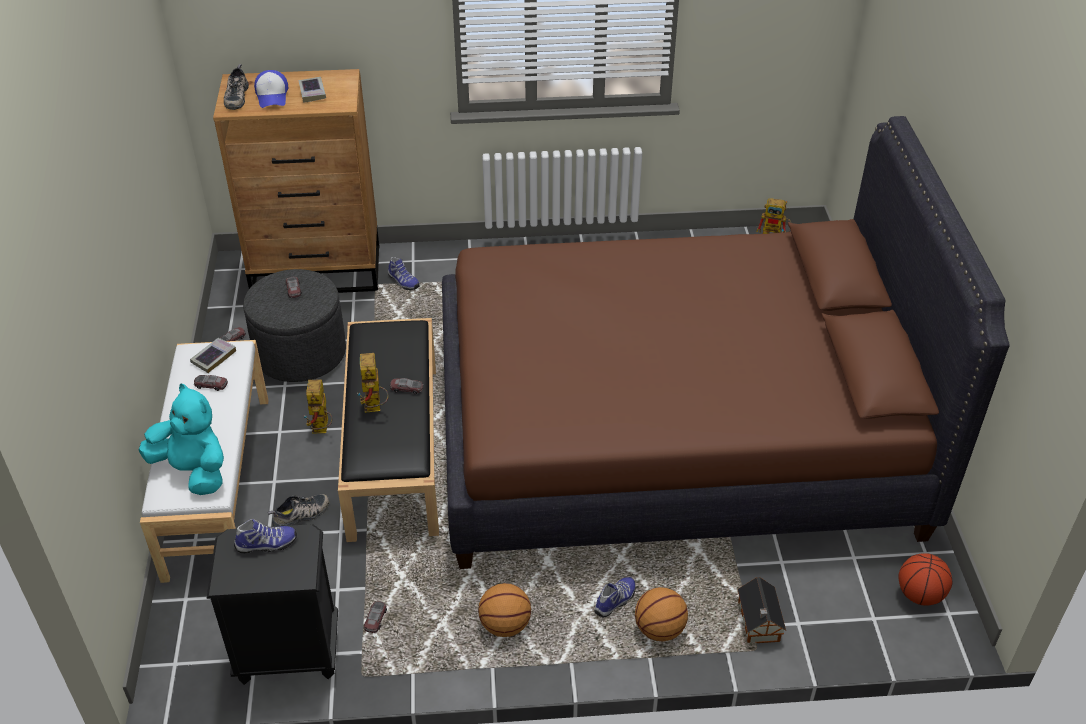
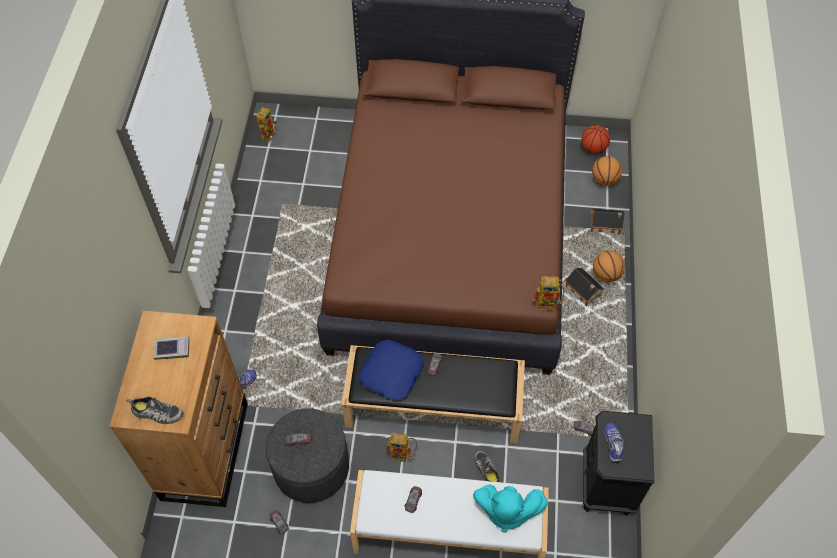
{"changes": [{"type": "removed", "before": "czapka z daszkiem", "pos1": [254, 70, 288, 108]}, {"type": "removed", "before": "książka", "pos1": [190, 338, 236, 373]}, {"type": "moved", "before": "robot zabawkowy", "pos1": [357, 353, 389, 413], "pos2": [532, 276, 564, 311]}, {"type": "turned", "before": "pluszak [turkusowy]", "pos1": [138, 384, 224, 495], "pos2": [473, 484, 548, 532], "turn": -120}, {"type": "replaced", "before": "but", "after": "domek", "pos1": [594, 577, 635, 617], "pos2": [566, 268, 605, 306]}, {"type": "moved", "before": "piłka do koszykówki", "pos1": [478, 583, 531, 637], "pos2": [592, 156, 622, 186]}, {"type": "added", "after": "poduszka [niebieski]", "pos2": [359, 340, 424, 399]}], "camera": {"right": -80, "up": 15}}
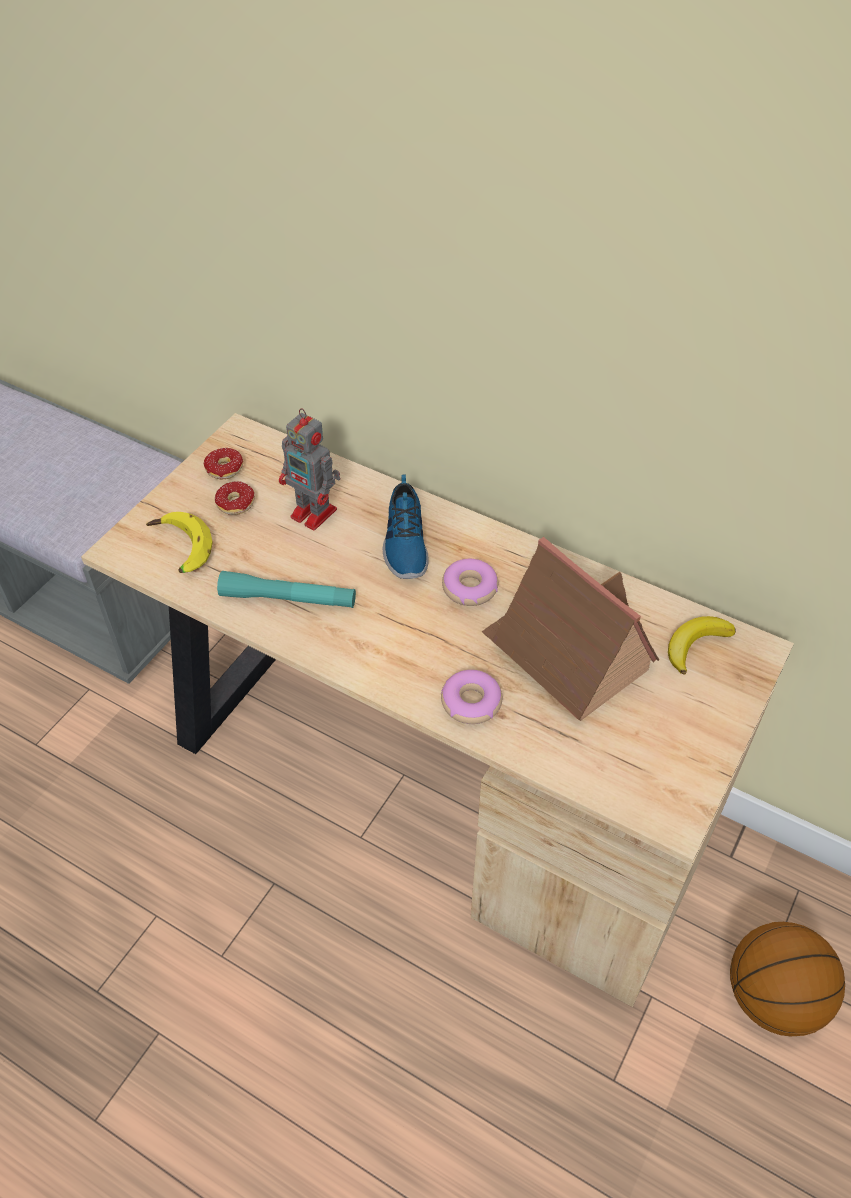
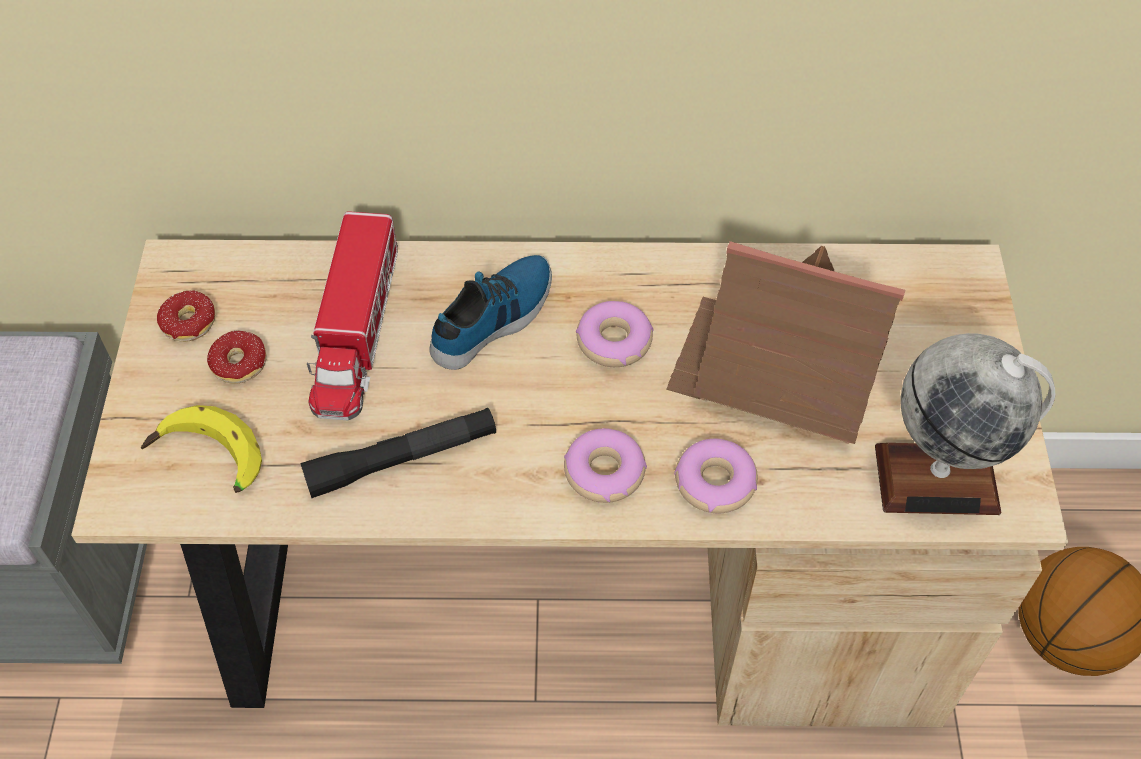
{"changes": [{"type": "replaced", "before": "robot zabawkowy", "after": "ciężarówka zabawkowa", "pos1": [279, 408, 340, 530], "pos2": [307, 211, 398, 420]}, {"type": "turned", "before": "but", "pos1": [383, 474, 429, 579], "pos2": [429, 255, 552, 370], "turn": -105}, {"type": "recoloured", "before": "latarka [turkusowy]", "after": "latarka [czarny]", "pos1": [217, 571, 356, 608], "pos2": [300, 408, 496, 498]}, {"type": "removed", "before": "banan", "pos1": [668, 616, 736, 675]}, {"type": "added", "after": "globus", "pos2": [875, 333, 1055, 515]}, {"type": "added", "after": "donut", "pos2": [564, 428, 647, 503]}], "camera": {"right": -30, "up": 5}}
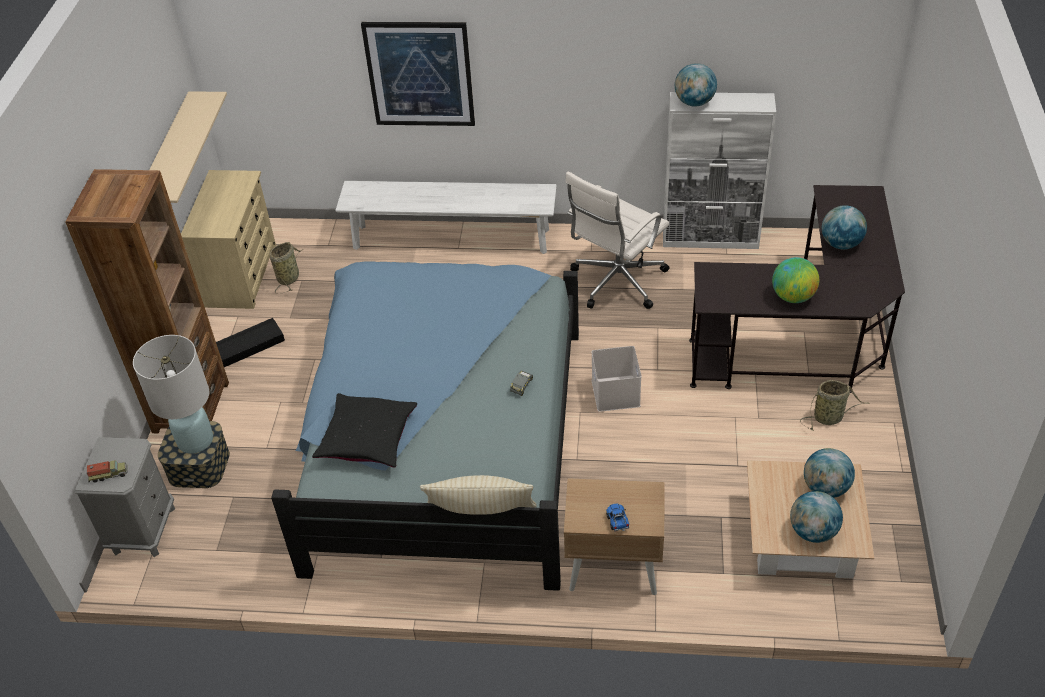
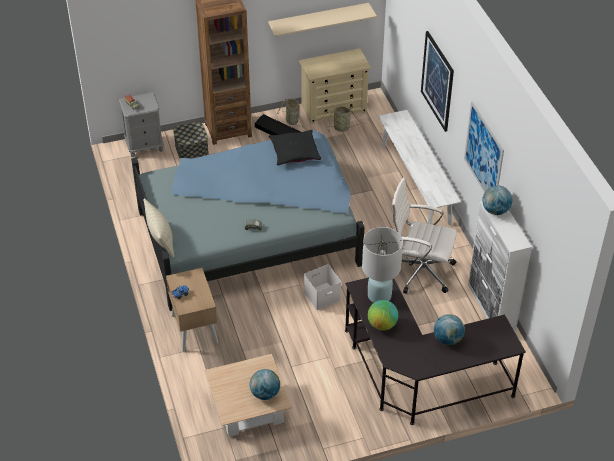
{"changes": [{"type": "moved", "before": "lampa stołowa [biały]", "pos1": [133, 335, 213, 454], "pos2": [362, 227, 403, 303]}, {"type": "moved", "before": "koszyk", "pos1": [800, 380, 870, 431], "pos2": [276, 98, 306, 130]}, {"type": "moved", "before": "poduszka [czarny]", "pos1": [312, 393, 417, 468], "pos2": [269, 130, 321, 166]}, {"type": "removed", "before": "globus", "pos1": [790, 491, 843, 543]}, {"type": "added", "after": "obraz", "pos2": [464, 101, 504, 193]}], "camera": {"right": 65, "up": 0}}
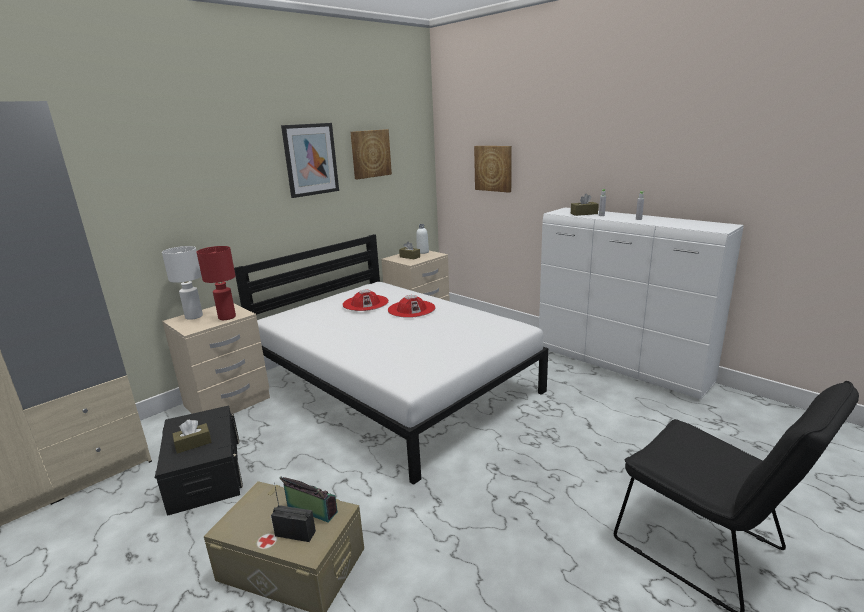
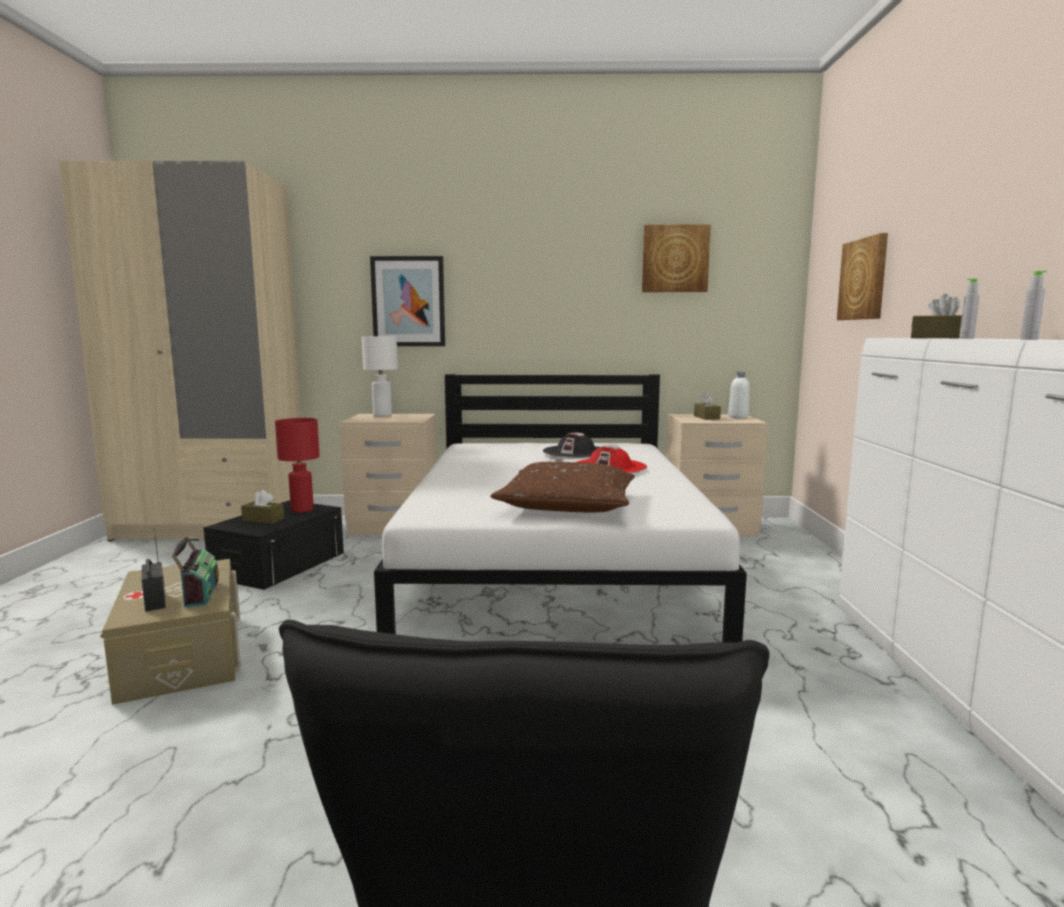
{"changes": [{"type": "moved", "before": "obraz", "pos1": [281, 123, 339, 198], "pos2": [370, 256, 445, 346]}, {"type": "moved", "before": "lampa stołowa [czerwony]", "pos1": [197, 246, 236, 320], "pos2": [275, 418, 320, 513]}, {"type": "recoloured", "before": "kapelusz [czerwony]", "after": "kapelusz [czarny]", "pos1": [342, 290, 389, 311], "pos2": [543, 433, 601, 458]}, {"type": "added", "after": "poduszka [brązowy]", "pos2": [490, 462, 635, 512]}], "camera": {"right": 45, "up": -10}}
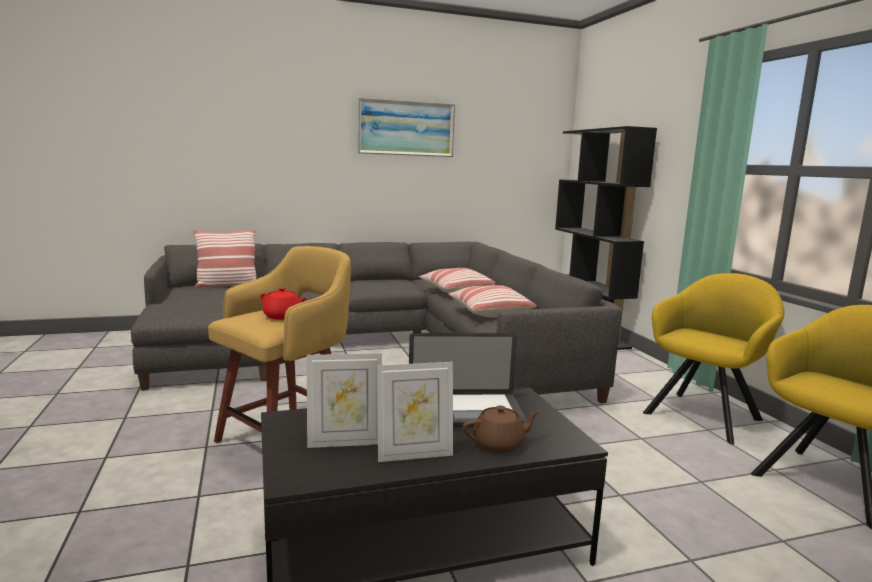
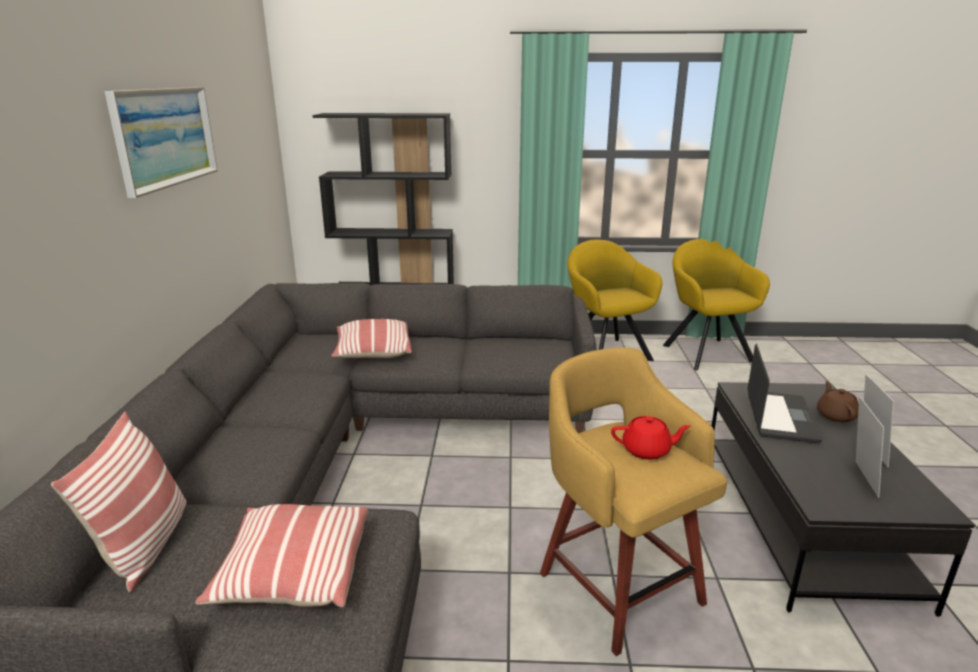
{"changes": [{"type": "moved", "before": "poduszka", "pos1": [448, 285, 537, 318], "pos2": [195, 504, 368, 607]}, {"type": "turned", "before": "imbryk [czerwony]", "pos1": [260, 287, 308, 320], "pos2": [611, 416, 691, 460], "turn": 45}], "camera": {"right": -70, "up": 10}}
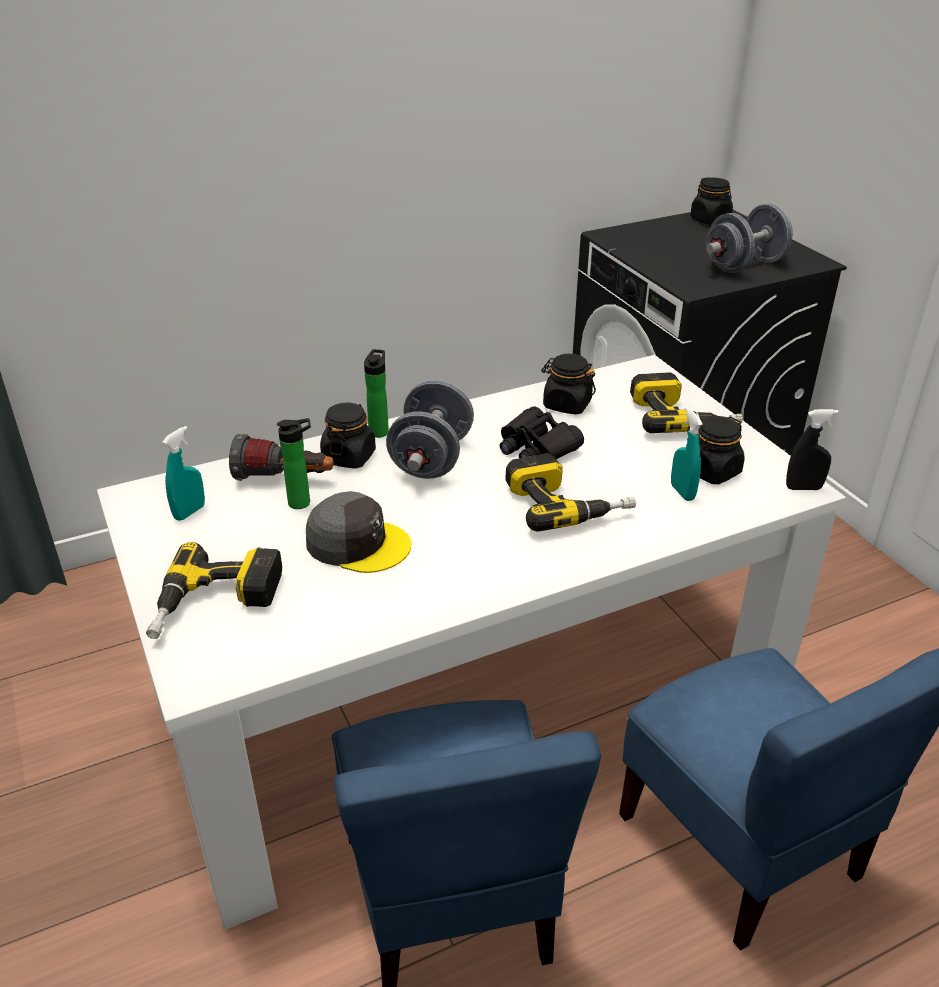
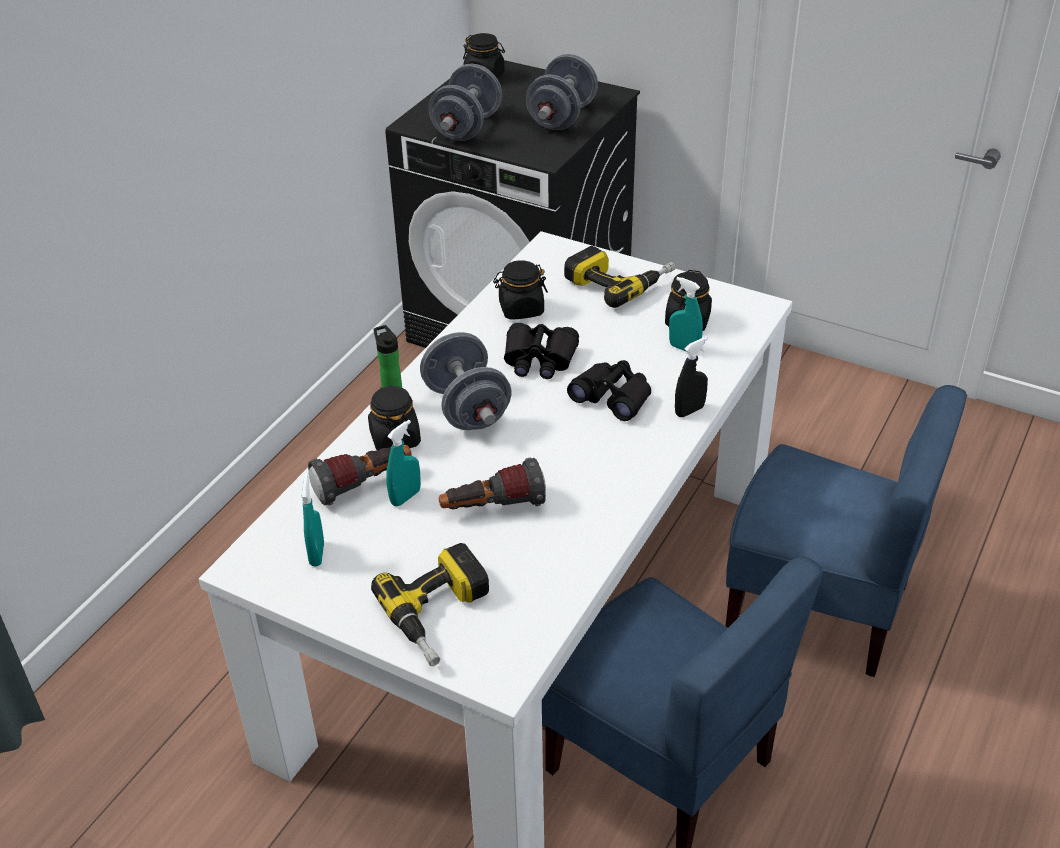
{"changes": [{"type": "moved", "before": "spryskiwacz [czarny]", "pos1": [786, 409, 839, 490], "pos2": [675, 337, 708, 417]}, {"type": "replaced", "before": "butelka", "after": "spryskiwacz [turkusowy]", "pos1": [277, 418, 311, 509], "pos2": [386, 420, 421, 506]}, {"type": "replaced", "before": "wiertarka", "after": "lornetka [czarny]", "pos1": [505, 453, 636, 532], "pos2": [567, 360, 651, 421]}, {"type": "replaced", "before": "czapka z daszkiem [szary]", "after": "latarka", "pos1": [306, 491, 411, 573], "pos2": [439, 458, 546, 509]}, {"type": "added", "after": "hantel [szary]", "pos2": [428, 64, 502, 141]}], "camera": {"right": -35, "up": 5}}
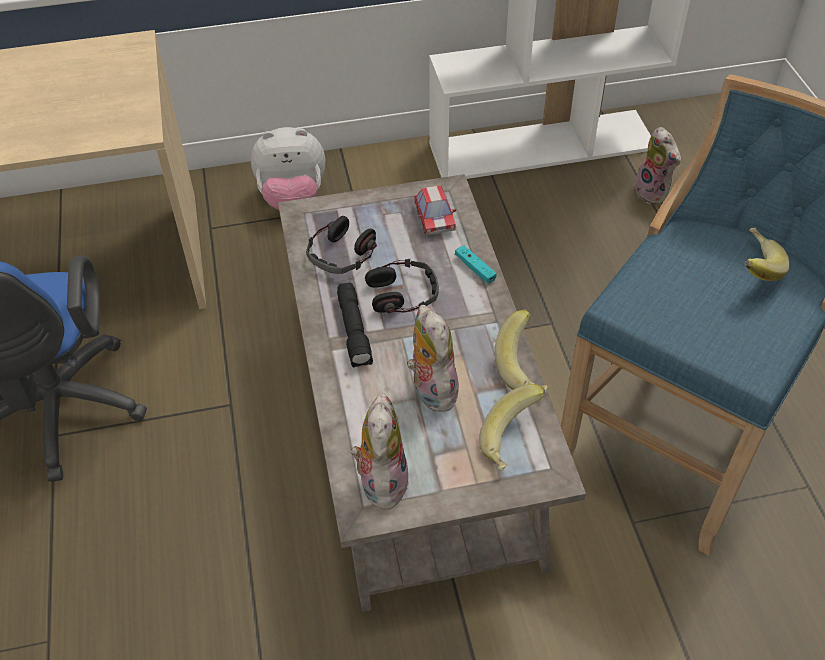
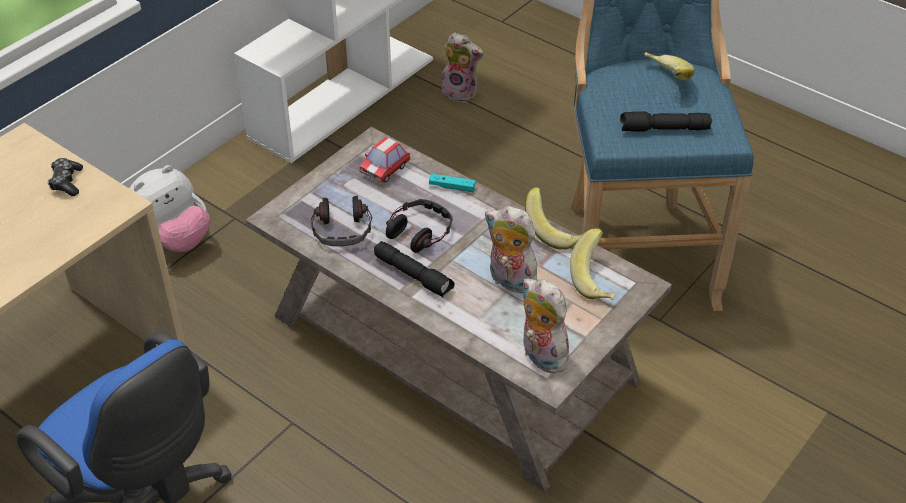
{"changes": [{"type": "turned", "before": "samochodzik", "pos1": [414, 185, 456, 235], "pos2": [359, 137, 411, 183], "turn": 90}, {"type": "added", "after": "latarka [czarny]", "pos2": [620, 111, 712, 131]}, {"type": "added", "after": "pad do gier", "pos2": [47, 158, 83, 196]}], "camera": {"right": -40, "up": -5}}
